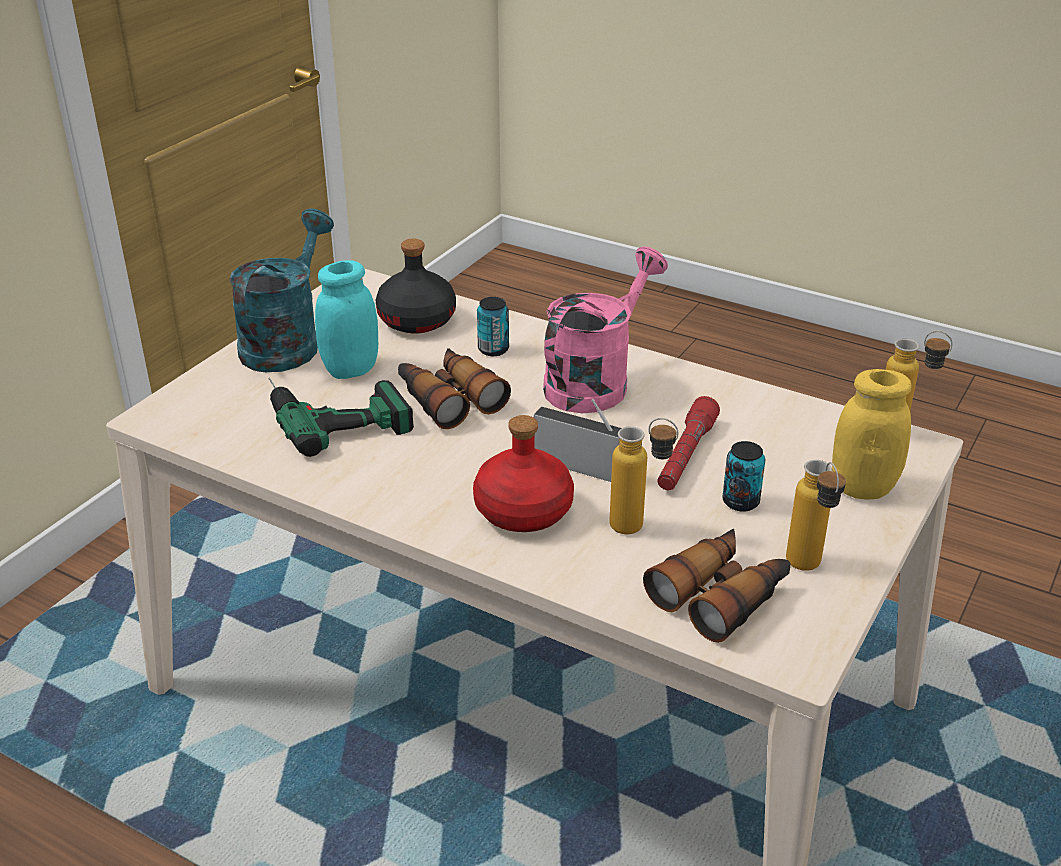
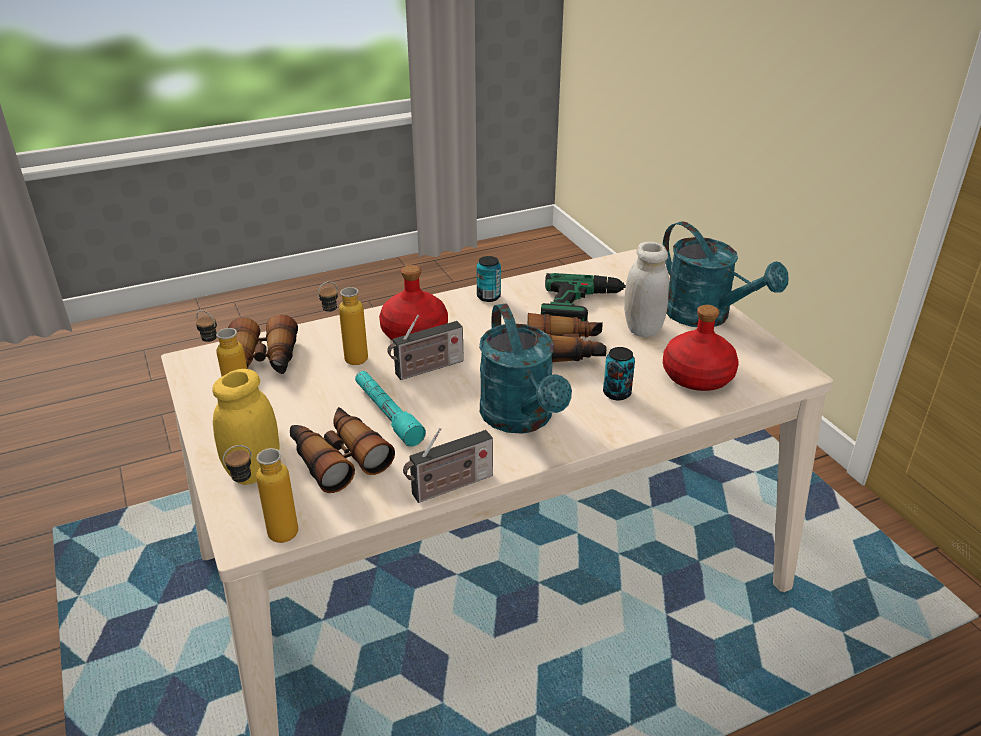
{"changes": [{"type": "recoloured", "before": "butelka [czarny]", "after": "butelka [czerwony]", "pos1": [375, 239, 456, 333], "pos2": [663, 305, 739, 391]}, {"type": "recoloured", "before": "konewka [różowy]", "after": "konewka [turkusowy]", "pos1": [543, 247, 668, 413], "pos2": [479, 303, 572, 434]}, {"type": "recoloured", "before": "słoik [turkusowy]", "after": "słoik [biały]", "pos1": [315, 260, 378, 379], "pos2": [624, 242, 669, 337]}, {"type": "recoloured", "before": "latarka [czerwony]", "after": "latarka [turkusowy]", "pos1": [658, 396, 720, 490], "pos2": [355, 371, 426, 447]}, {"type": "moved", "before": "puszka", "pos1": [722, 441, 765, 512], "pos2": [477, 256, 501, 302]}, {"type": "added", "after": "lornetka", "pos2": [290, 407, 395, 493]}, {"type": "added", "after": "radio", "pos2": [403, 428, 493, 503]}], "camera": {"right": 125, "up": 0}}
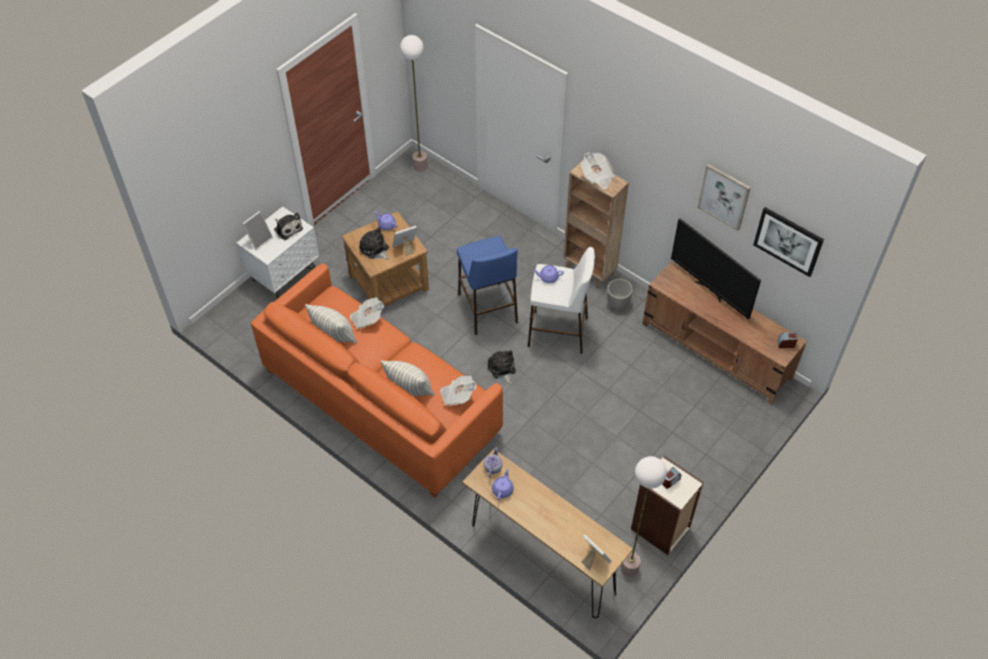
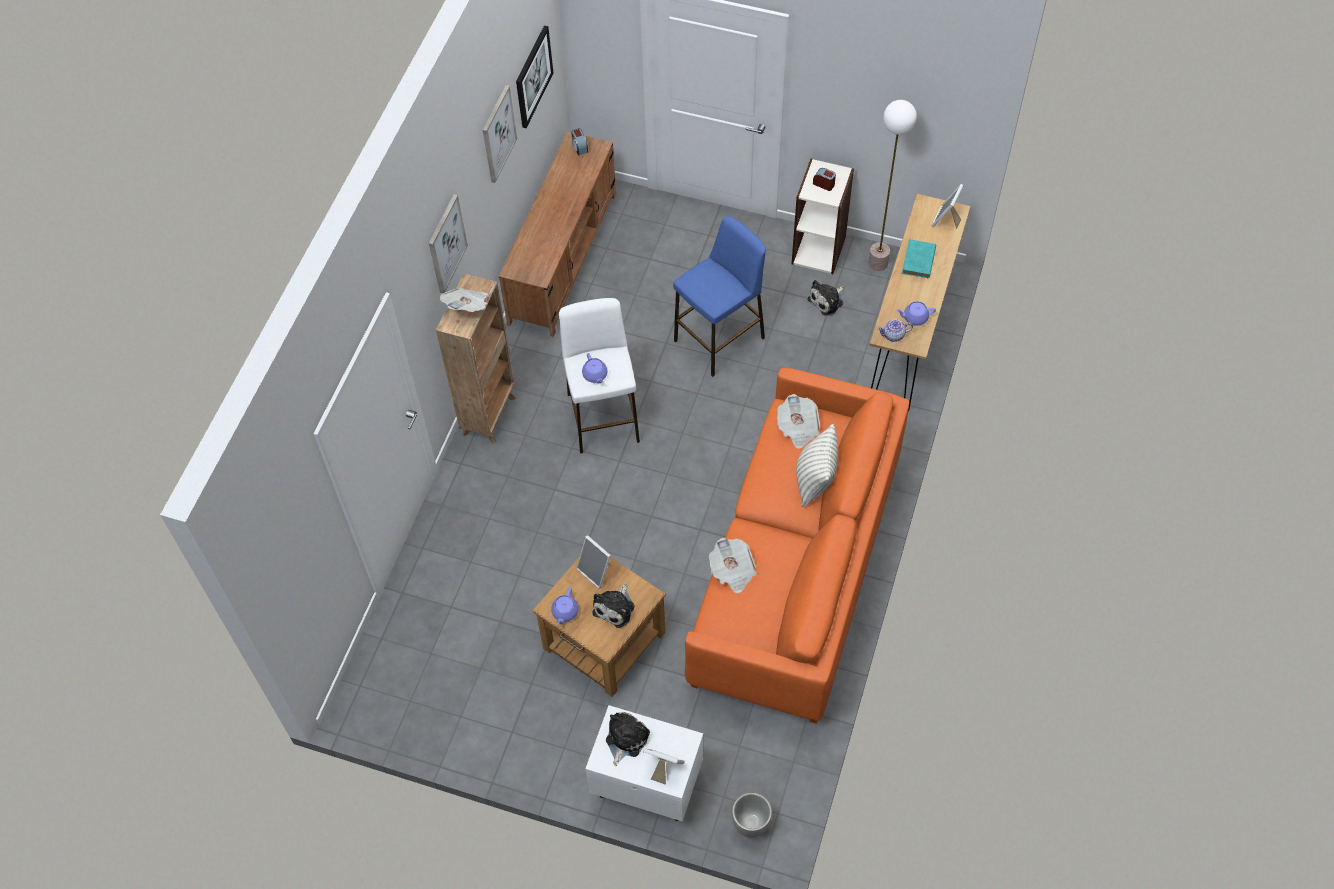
{"changes": [{"type": "removed", "before": "lampa stojąca", "pos1": [400, 35, 428, 172]}, {"type": "removed", "before": "telewizor", "pos1": [671, 218, 761, 320]}, {"type": "moved", "before": "stołek [niebieski]", "pos1": [457, 236, 518, 335], "pos2": [673, 216, 766, 377]}, {"type": "moved", "before": "donica", "pos1": [607, 279, 633, 309], "pos2": [732, 793, 772, 838]}, {"type": "removed", "before": "poduszka", "pos1": [305, 304, 357, 344]}, {"type": "moved", "before": "pluszak", "pos1": [488, 350, 516, 384], "pos2": [808, 280, 844, 316]}, {"type": "added", "after": "obraz", "pos2": [429, 194, 468, 293]}, {"type": "added", "after": "książka [turkusowy]", "pos2": [902, 239, 936, 278]}], "camera": {"right": -110, "up": 5}}
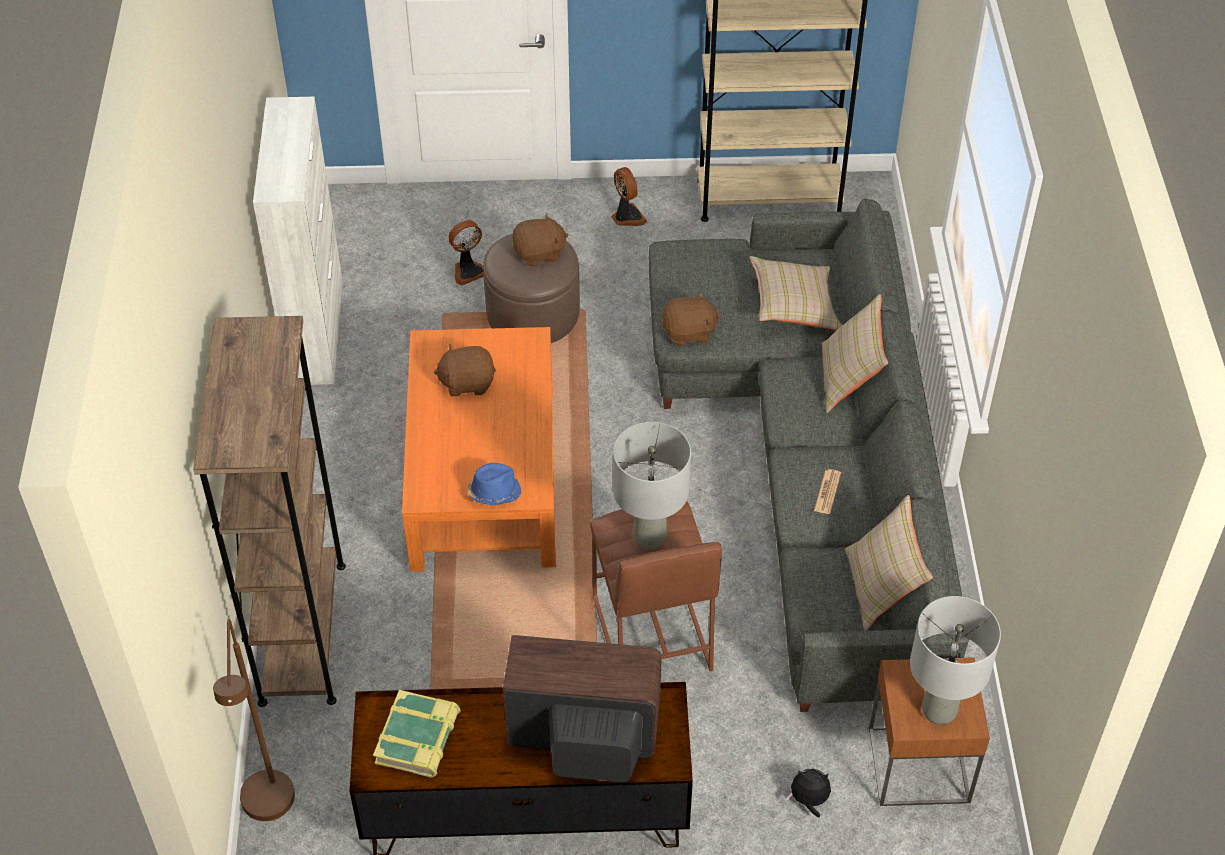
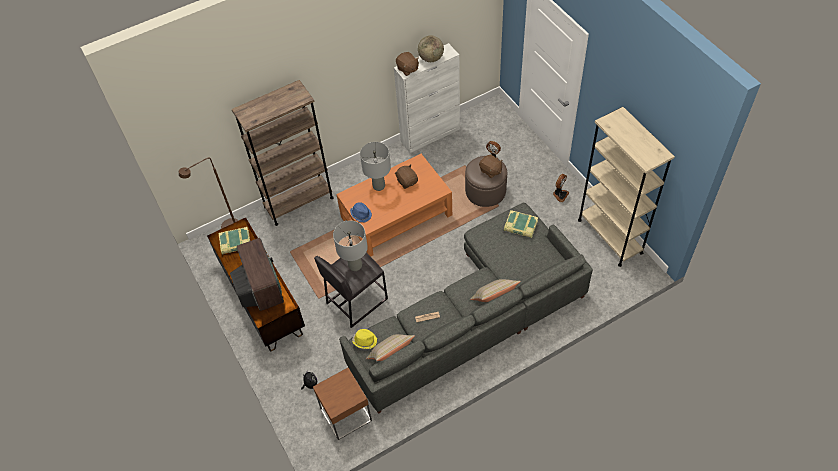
{"changes": [{"type": "removed", "before": "poduszka [beżowy]", "pos1": [749, 256, 843, 330]}, {"type": "moved", "before": "pluszak [brązowy]", "pos1": [662, 291, 721, 346], "pos2": [396, 52, 419, 76]}, {"type": "recoloured", "before": "stołek [brązowy]", "after": "stołek [szary]", "pos1": [590, 501, 722, 671], "pos2": [314, 253, 388, 328]}, {"type": "moved", "before": "lampa stołowa [szary]", "pos1": [910, 596, 1001, 725], "pos2": [360, 142, 391, 191]}, {"type": "added", "after": "globus", "pos2": [418, 36, 444, 62]}, {"type": "added", "after": "książka", "pos2": [504, 210, 538, 238]}, {"type": "added", "after": "kapelusz [żółty]", "pos2": [352, 329, 377, 349]}], "camera": {"right": 65, "up": 5}}
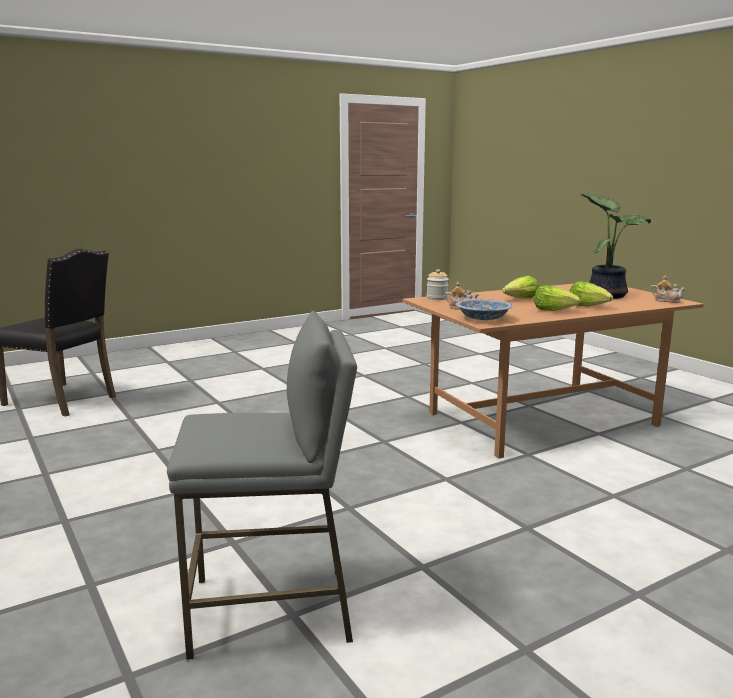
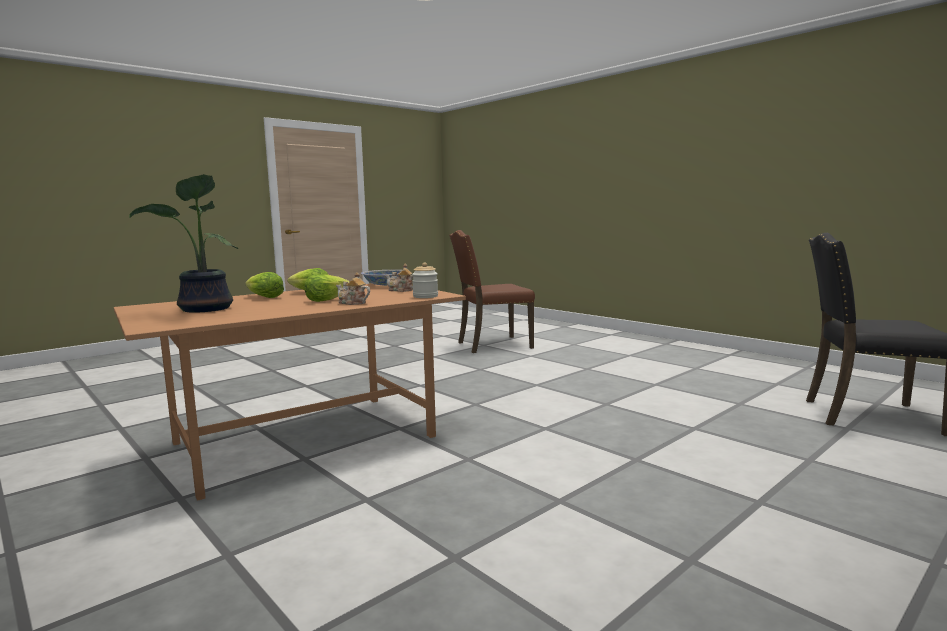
{"changes": [{"type": "moved", "before": "imbryk", "pos1": [650, 276, 686, 303], "pos2": [336, 272, 370, 305]}, {"type": "replaced", "before": "stołek [szary]", "after": "krzesło [brązowy]", "pos1": [167, 311, 357, 660], "pos2": [449, 230, 535, 353]}], "camera": {"right": 170, "up": -5}}
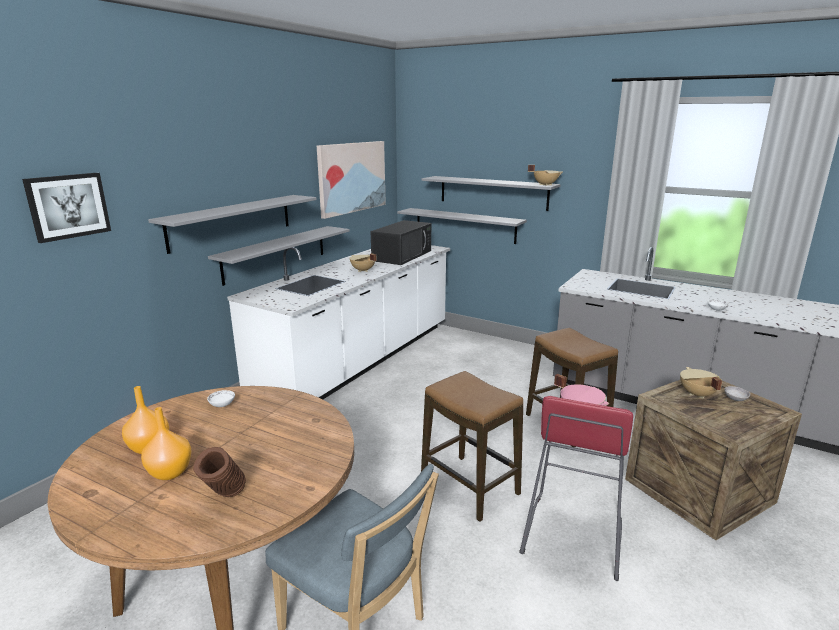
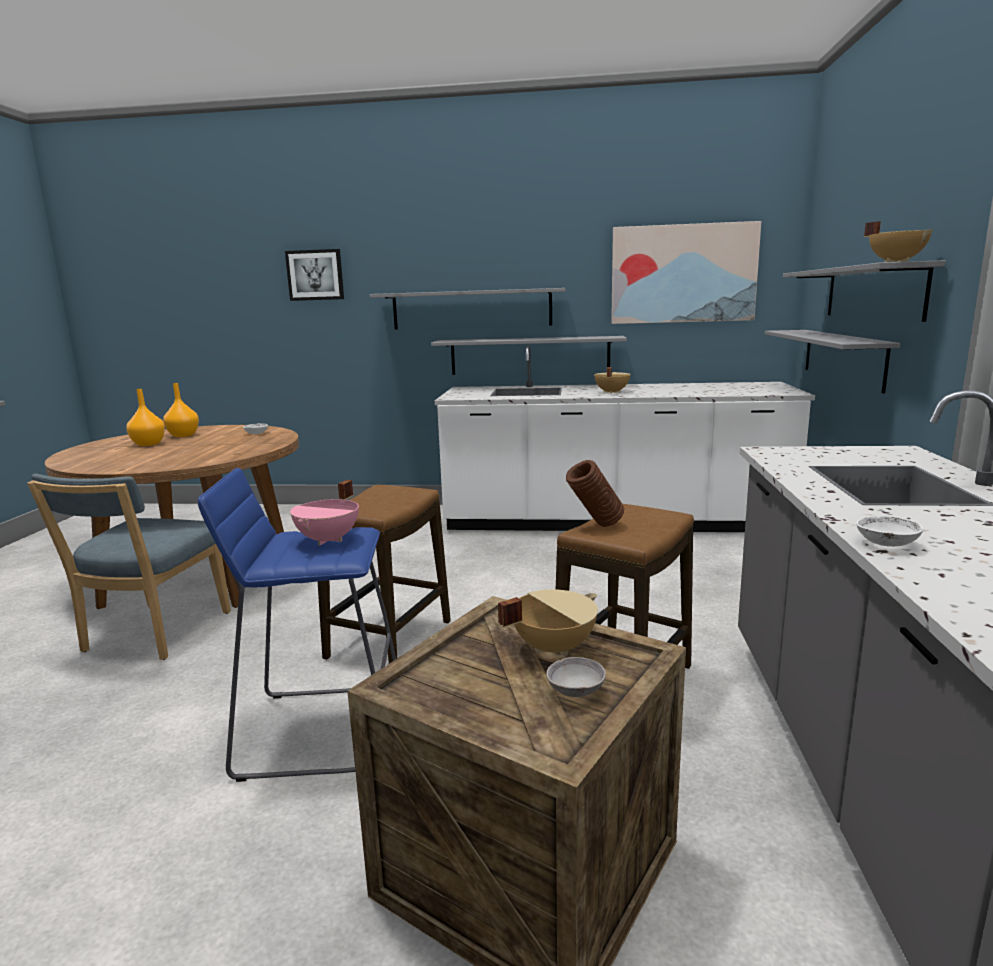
{"changes": [{"type": "removed", "before": "mikrofalówka [czarny]", "pos1": [371, 220, 431, 265]}, {"type": "recoloured", "before": "stołek [czerwony]", "after": "stołek [niebieski]", "pos1": [519, 396, 633, 581], "pos2": [198, 468, 396, 782]}, {"type": "moved", "before": "wazon [brązowy]", "pos1": [193, 447, 246, 497], "pos2": [566, 460, 624, 527]}], "camera": {"right": 65, "up": -5}}
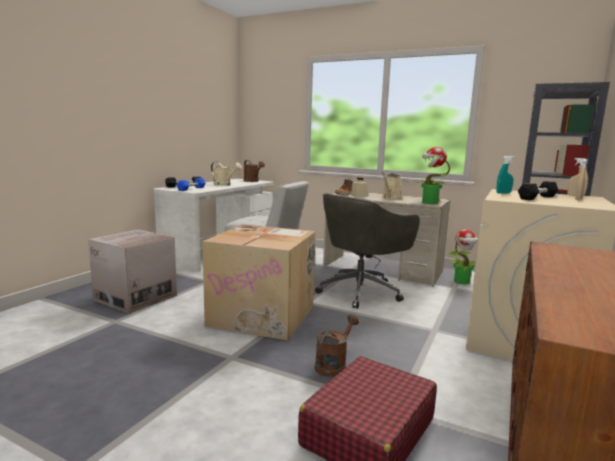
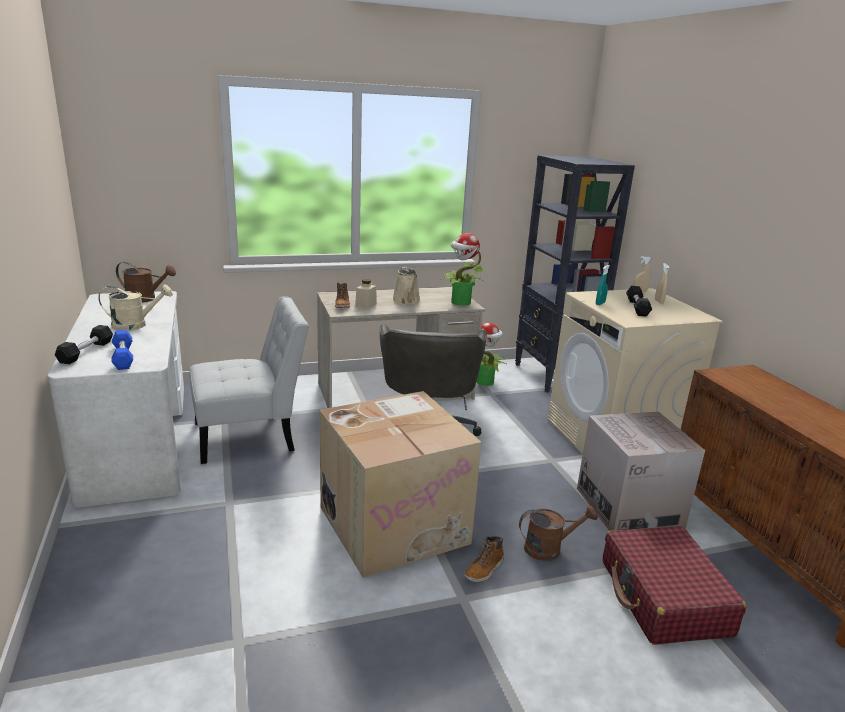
{"changes": [{"type": "moved", "before": "karton", "pos1": [88, 230, 177, 314], "pos2": [577, 411, 705, 531]}, {"type": "turned", "before": "konewka [brązowy]", "pos1": [315, 315, 359, 377], "pos2": [519, 506, 598, 561], "turn": 90}, {"type": "added", "after": "but z cholewką", "pos2": [464, 536, 504, 582]}], "camera": {"right": -45, "up": 10}}
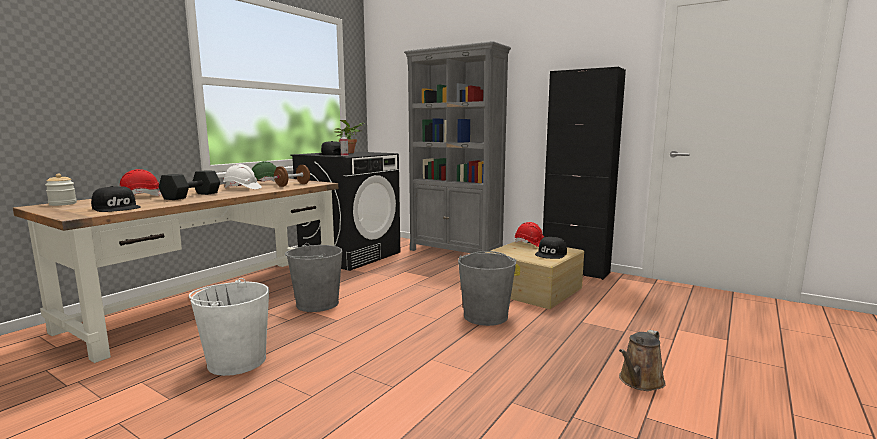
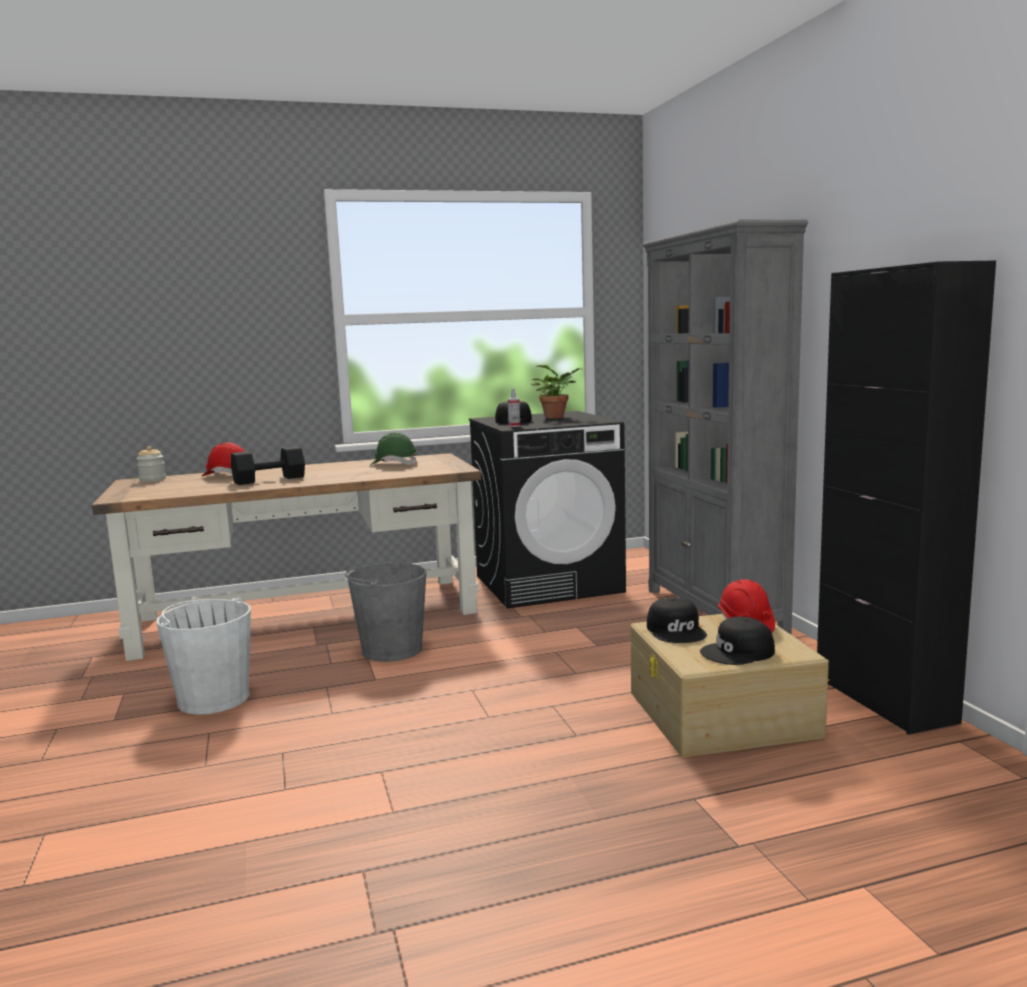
{"changes": [{"type": "removed", "before": "kask [biały]", "pos1": [223, 164, 262, 189]}, {"type": "removed", "before": "hantel [brązowy]", "pos1": [273, 165, 310, 187]}, {"type": "moved", "before": "czapka z daszkiem [czarny]", "pos1": [91, 186, 141, 212], "pos2": [647, 597, 707, 643]}, {"type": "removed", "before": "wiadro [szary]", "pos1": [458, 251, 517, 326]}, {"type": "removed", "before": "konewka [brązowy]", "pos1": [619, 330, 666, 391]}], "camera": {"right": 40, "up": 0}}
